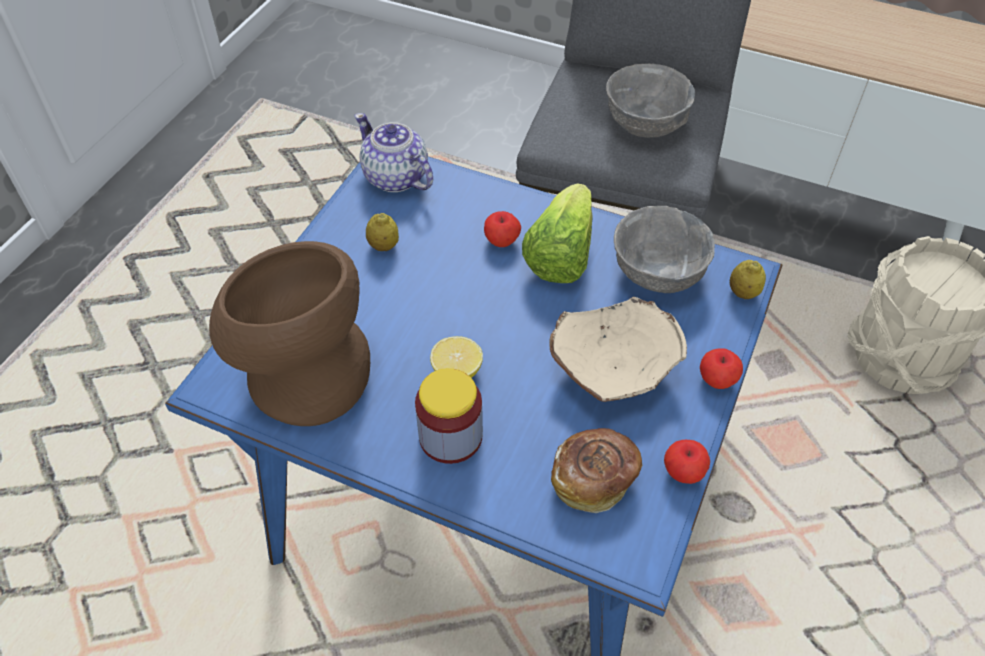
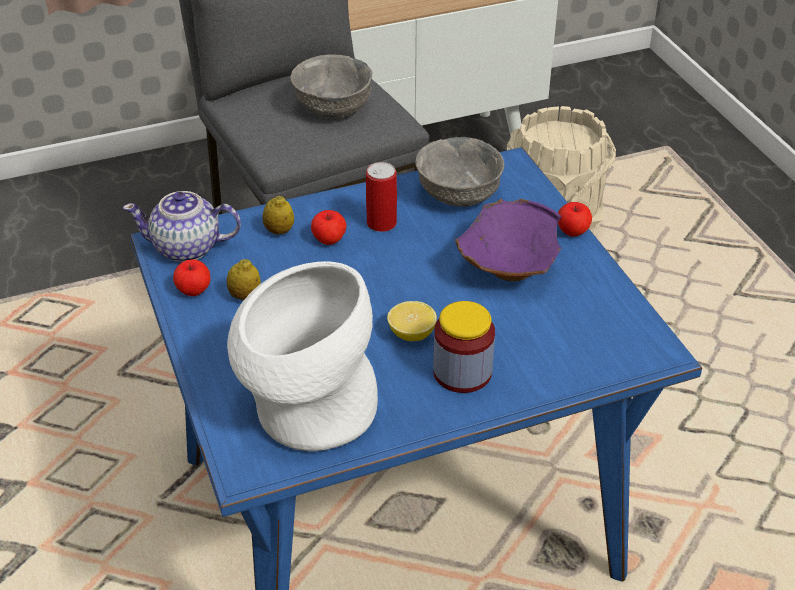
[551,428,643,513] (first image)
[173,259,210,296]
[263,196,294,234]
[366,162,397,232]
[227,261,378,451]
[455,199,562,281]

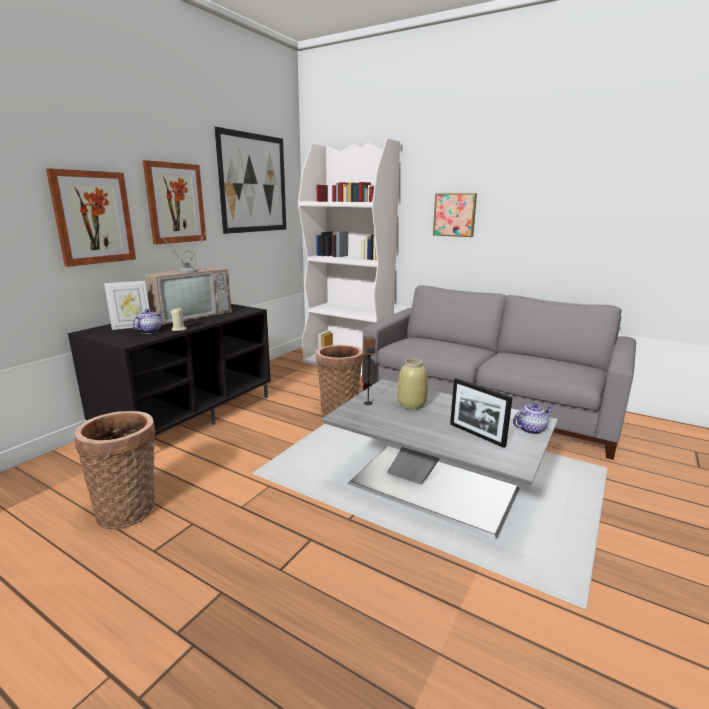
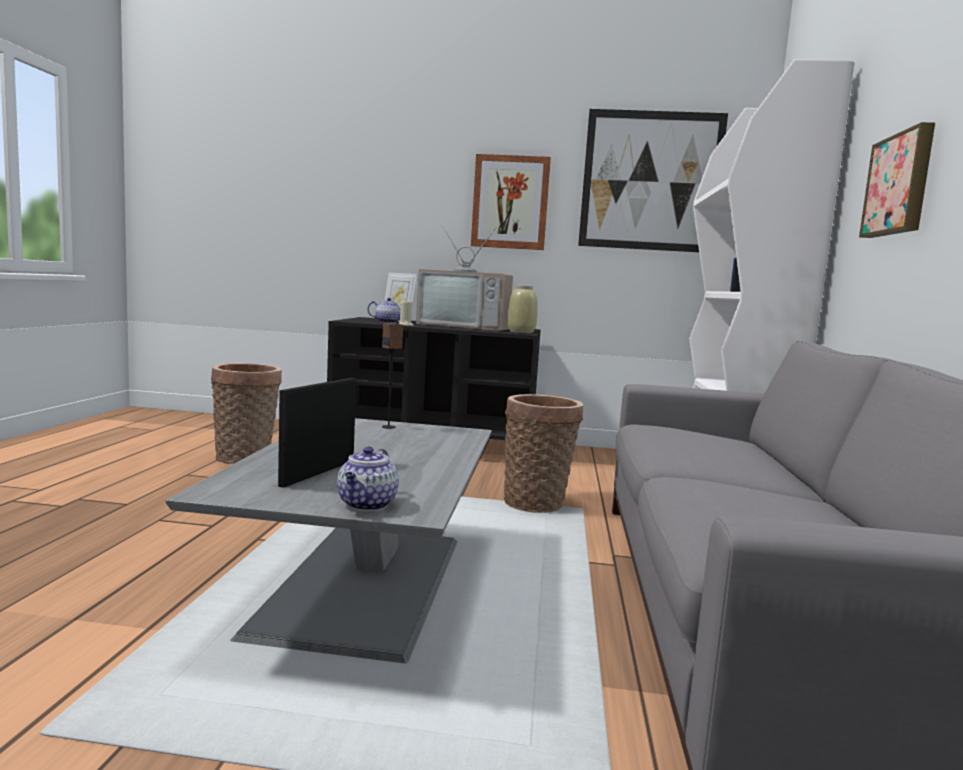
[46,168,136,267] (first image)
[507,285,538,333]
[337,447,399,511]

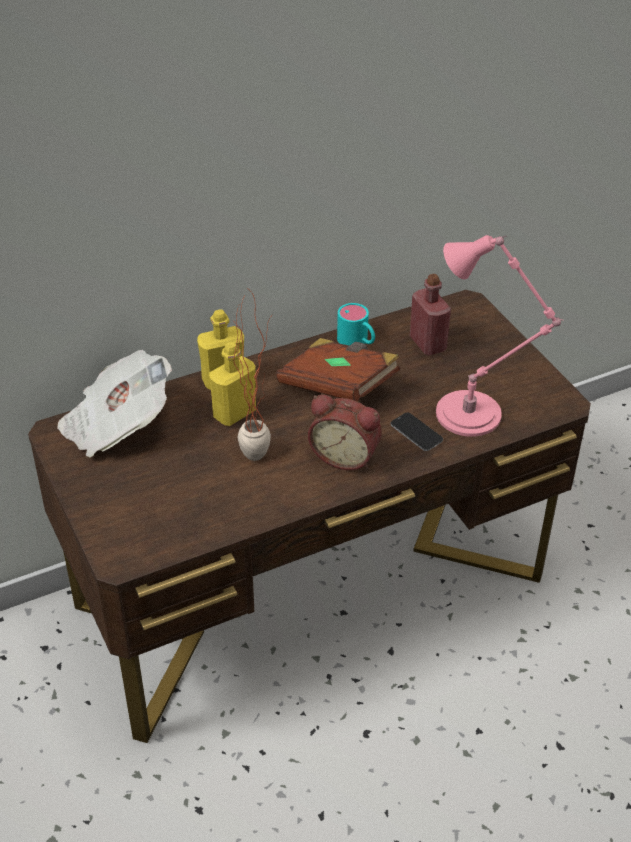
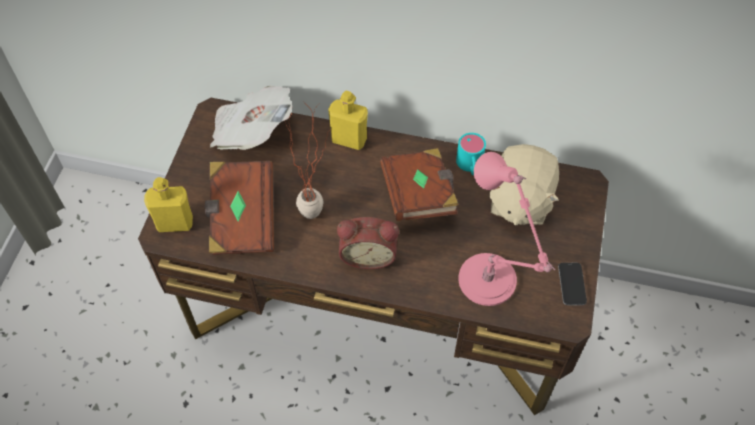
[205,161,274,255]
[144,177,193,232]
[558,263,587,305]
[490,144,559,226]
[337,217,399,269]

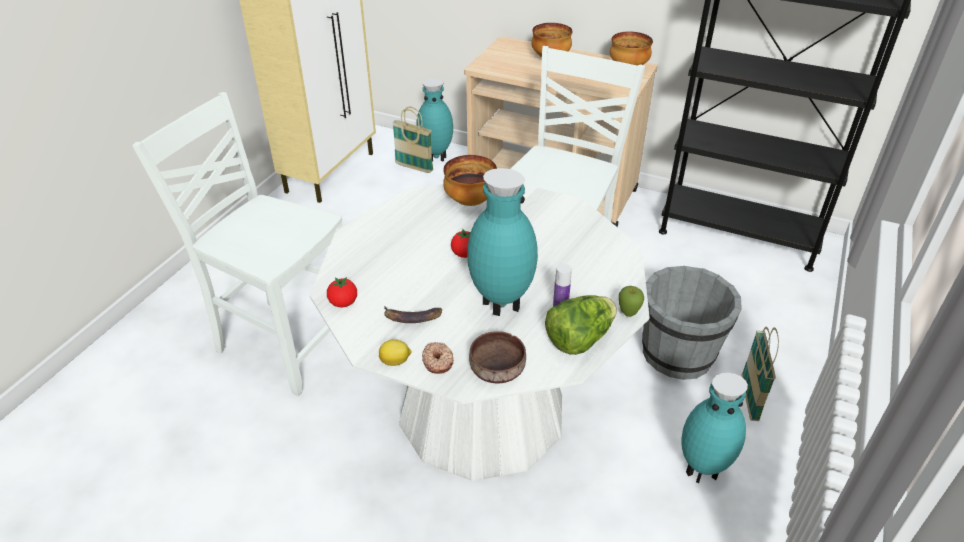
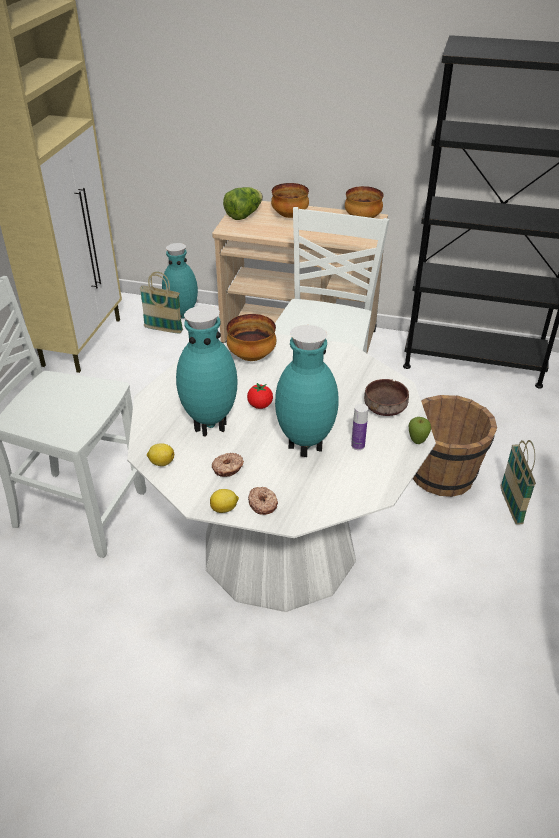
[364,379,409,416]
[223,187,263,220]
[176,305,237,437]
[147,443,174,466]
[212,453,244,477]
[413,395,497,497]

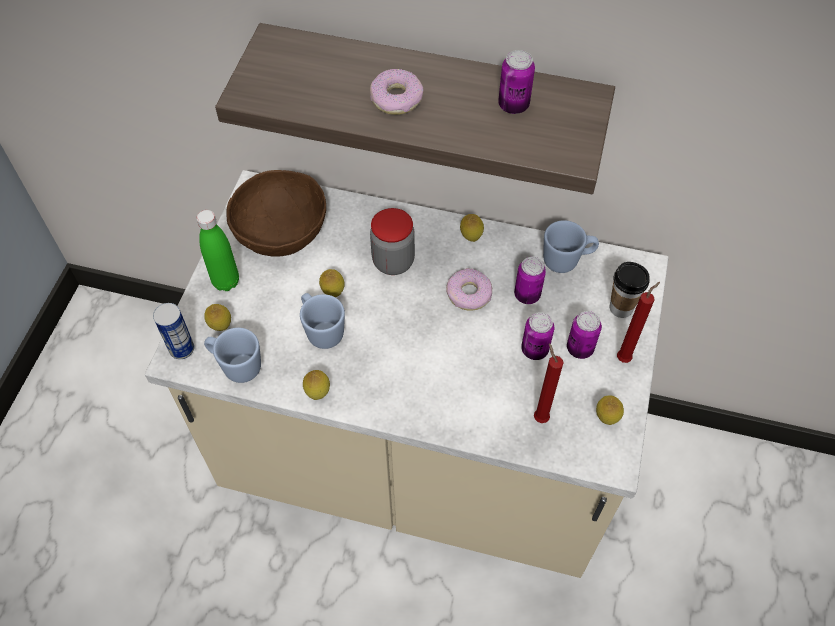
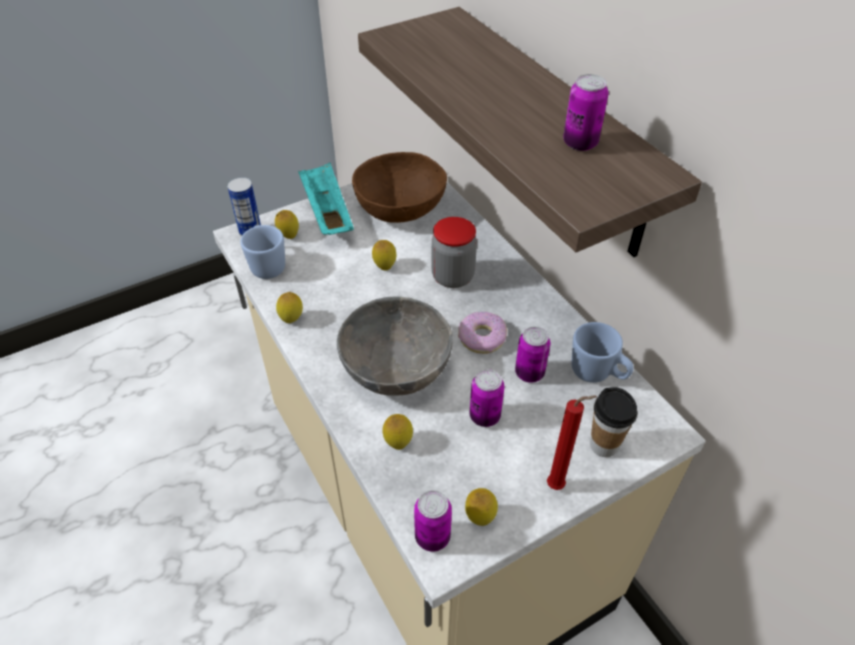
[300,293,345,349] (first image)
[370,69,424,115] (first image)
[534,343,564,423] (first image)
[337,297,452,396]
[383,414,413,450]
[414,490,452,552]
[298,163,354,235]

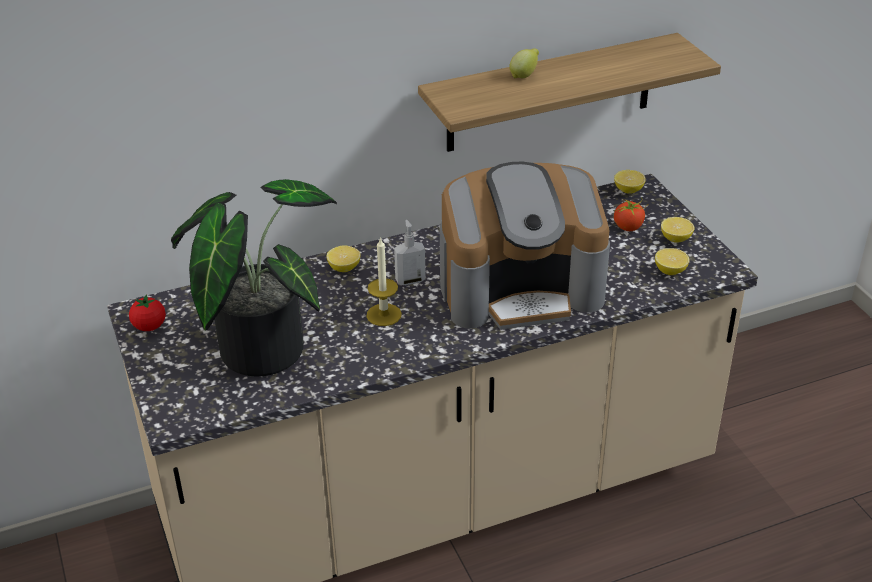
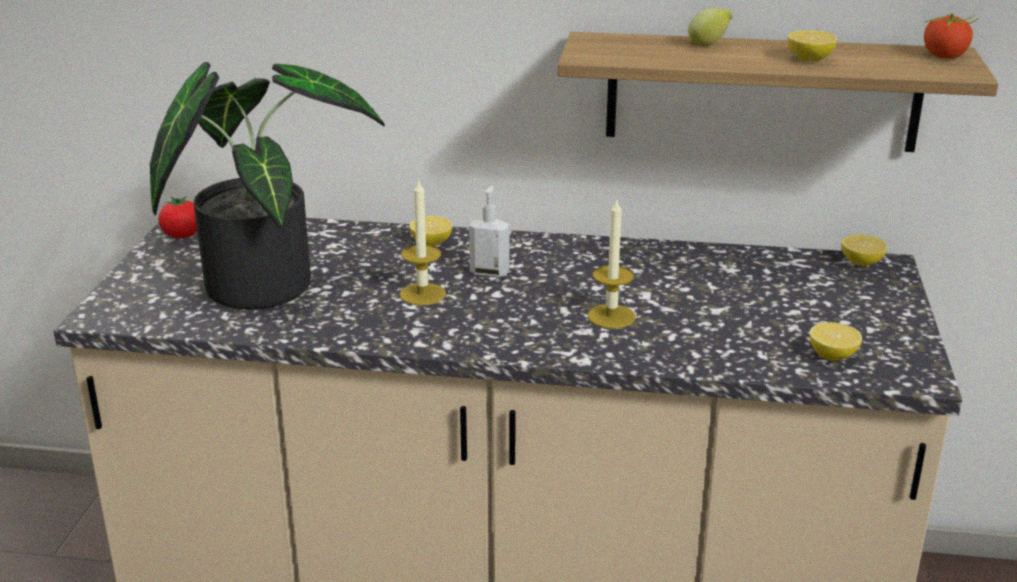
[924,13,978,59]
[787,30,838,61]
[588,200,635,329]

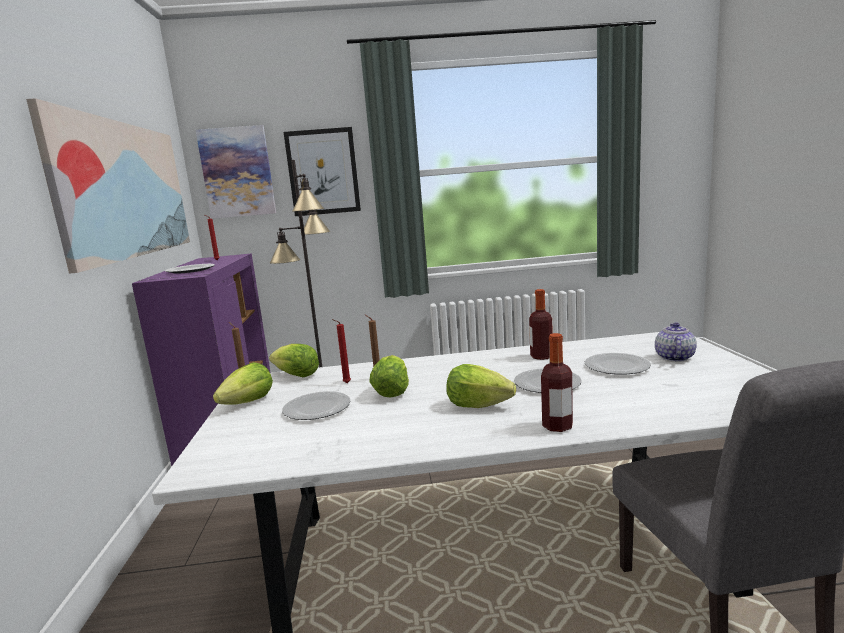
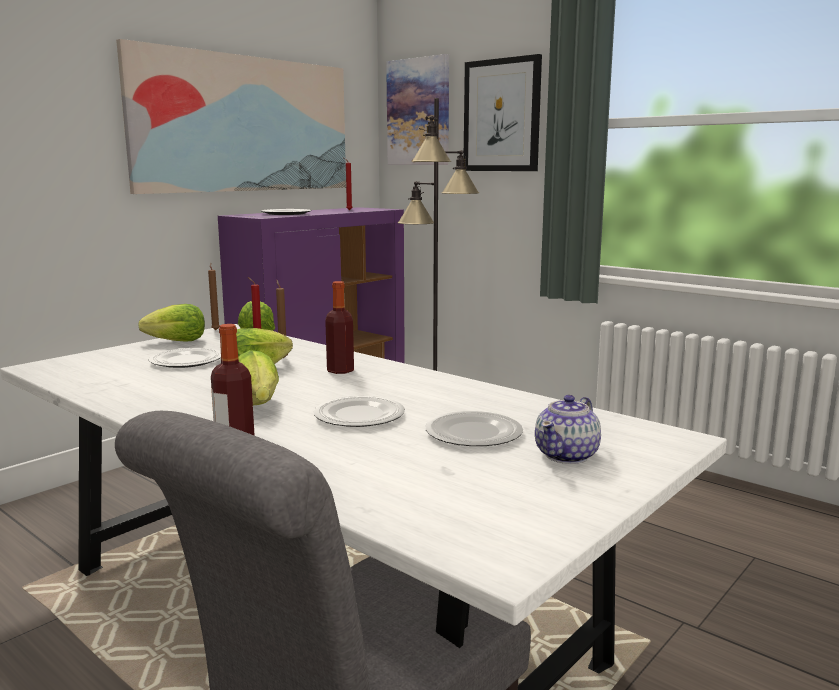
[325,281,354,374]
[535,395,601,464]

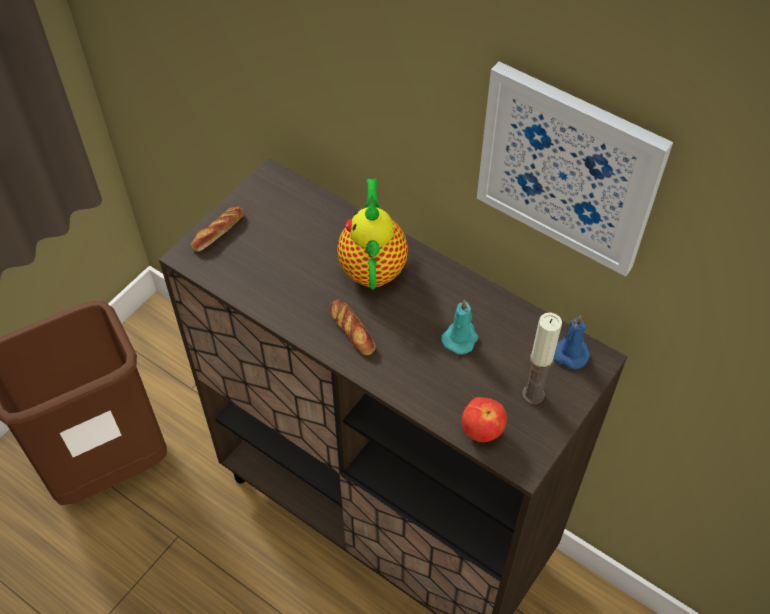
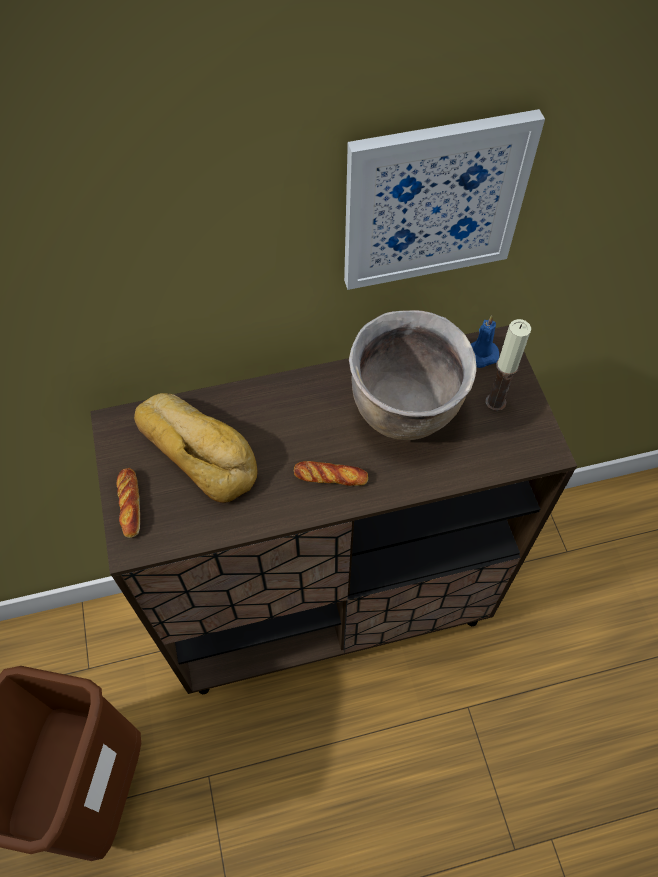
[337,179,408,290] (first image)
[461,397,507,442] (first image)
[134,393,257,503]
[349,310,477,440]

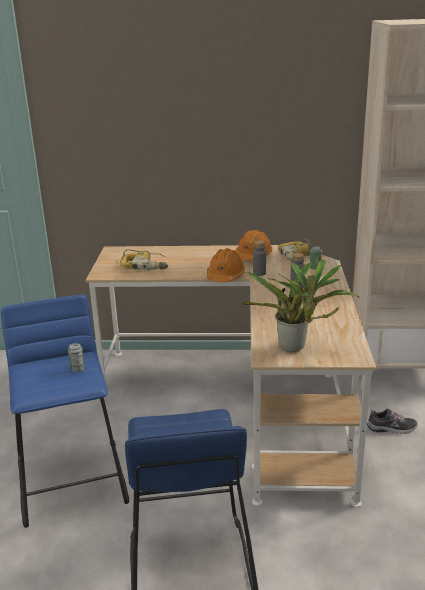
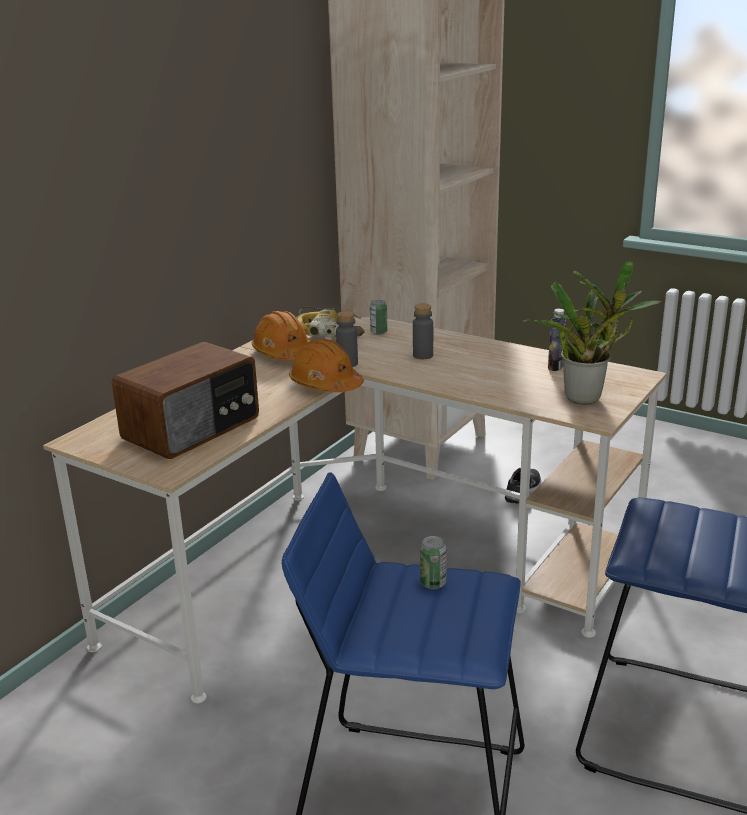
[548,309,567,371]
[112,342,259,459]

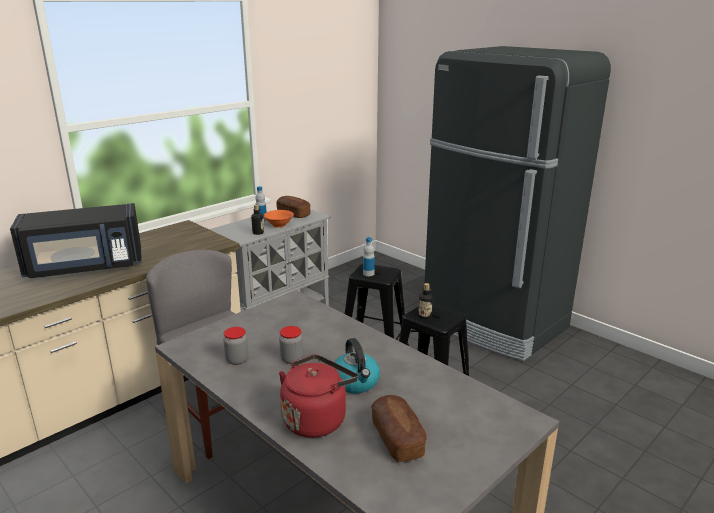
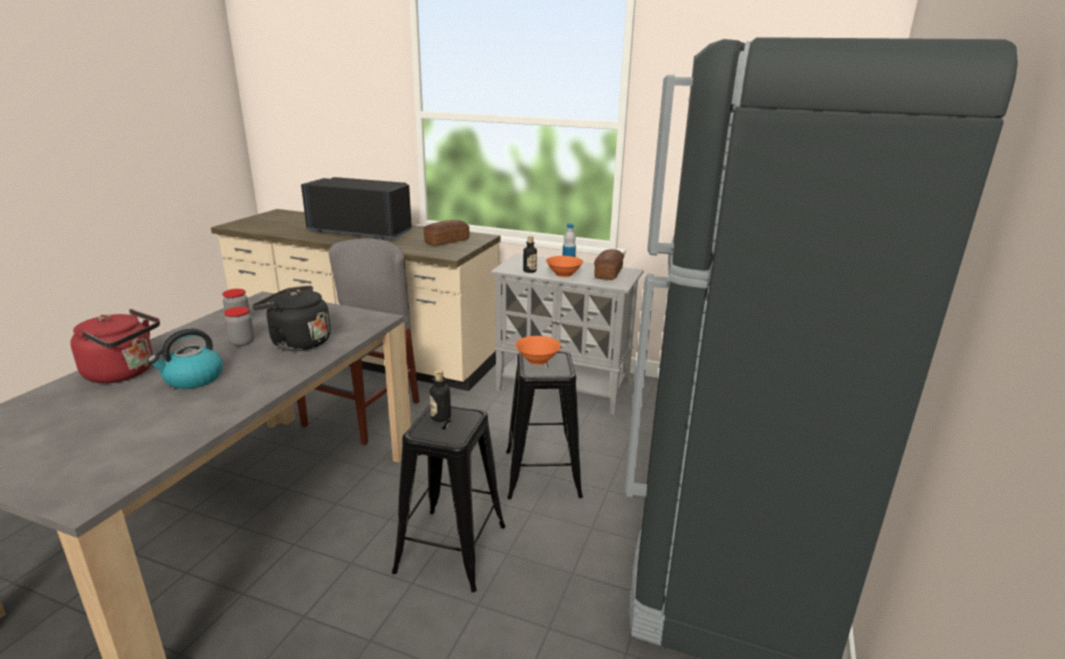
[252,285,331,351]
[423,220,470,246]
[515,336,561,365]
[301,177,412,240]

